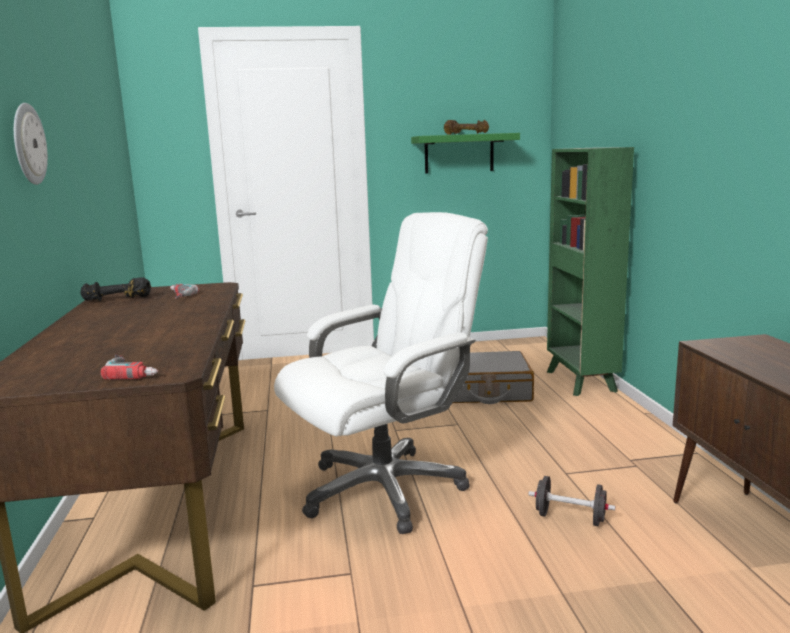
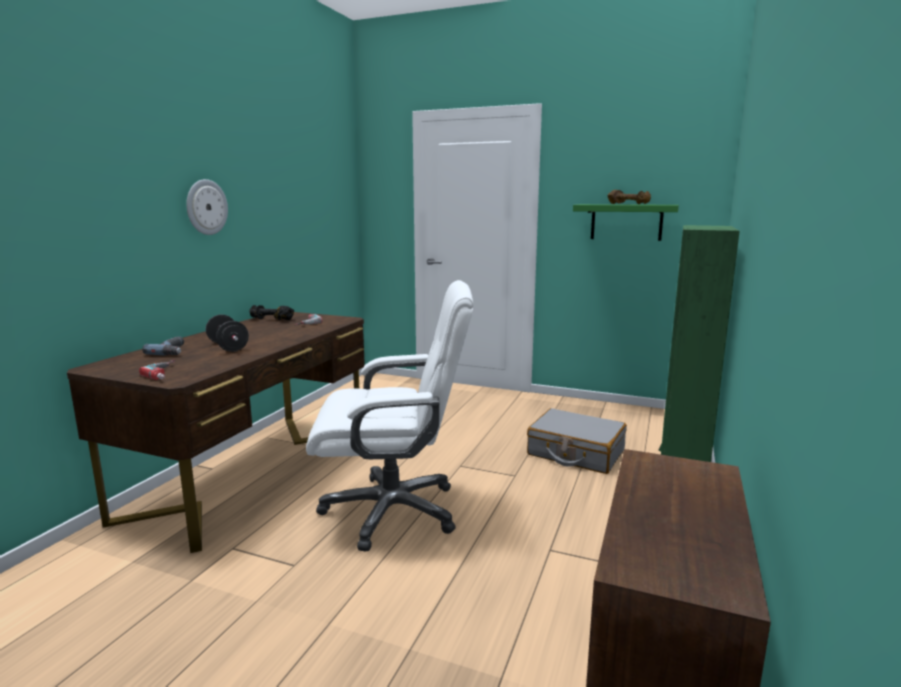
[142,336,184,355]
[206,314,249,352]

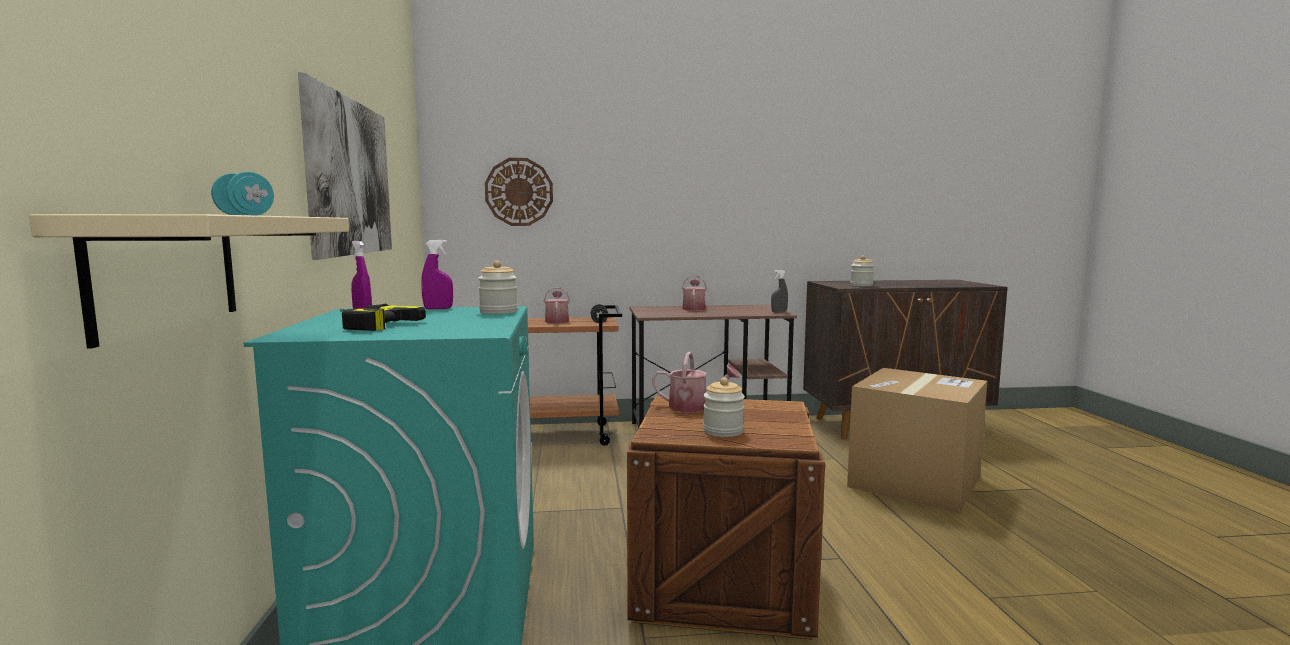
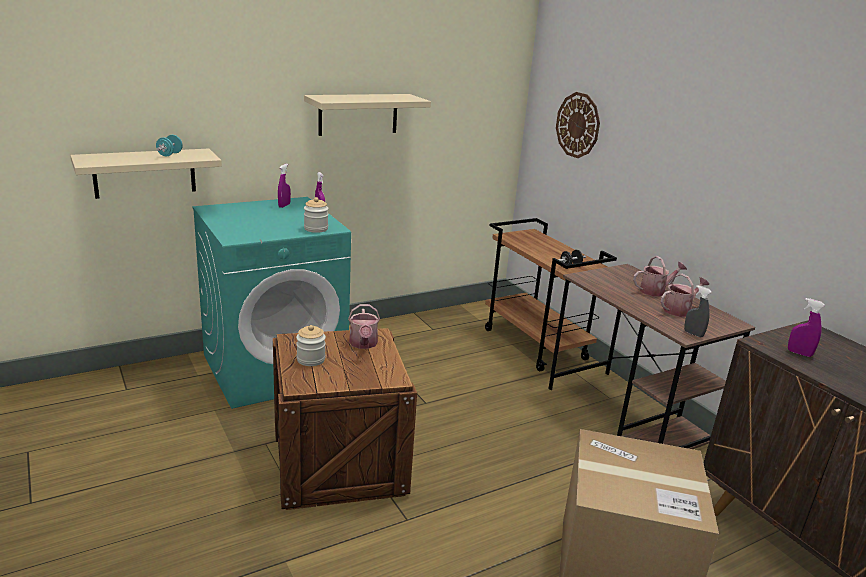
[340,304,426,331] (first image)
[661,274,709,317]
[304,94,431,136]
[788,298,825,357]

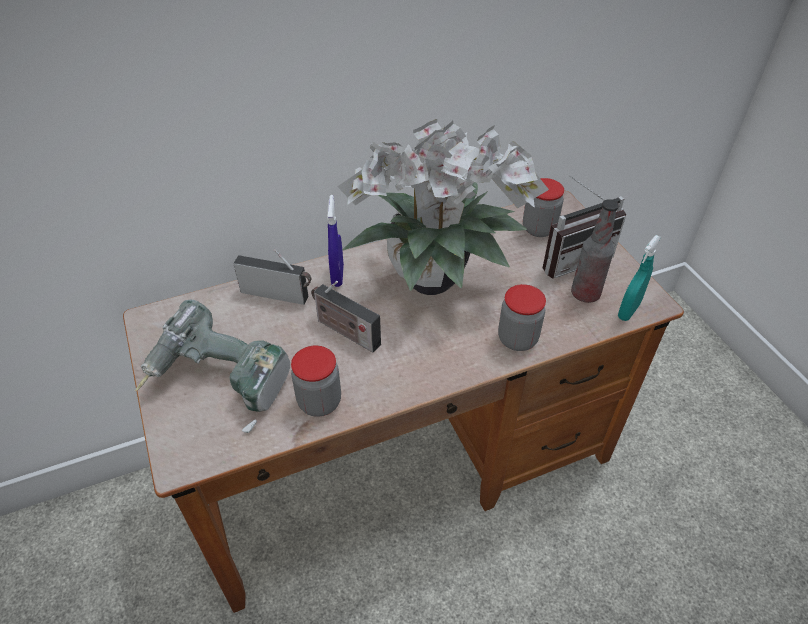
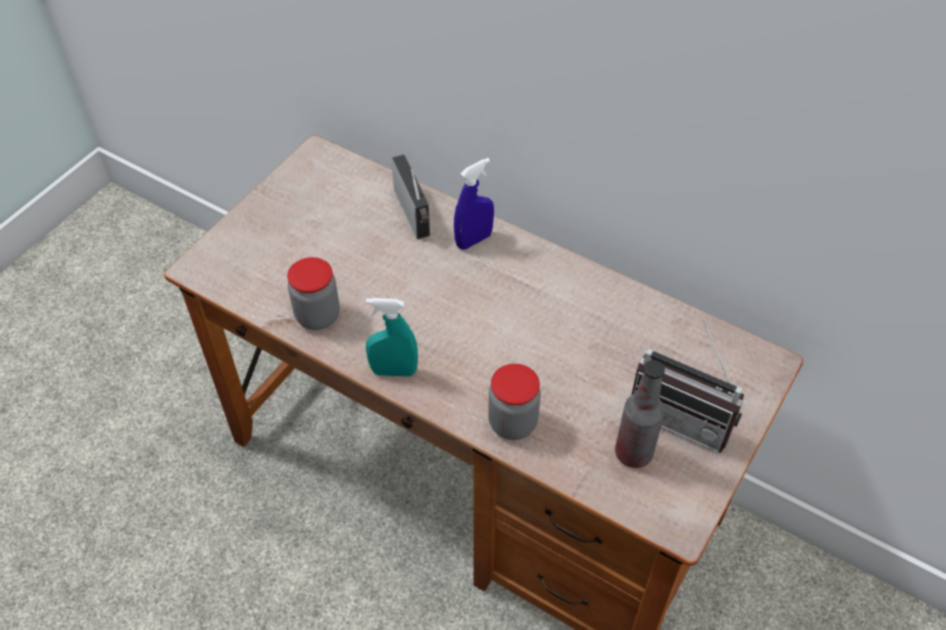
[135,300,290,433] (first image)
[311,281,381,352] (first image)
[337,119,549,295] (first image)
[523,178,564,237] (first image)
[366,298,418,377]

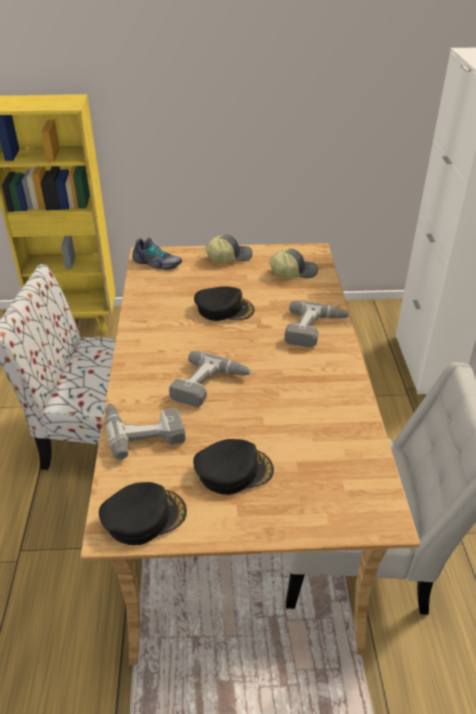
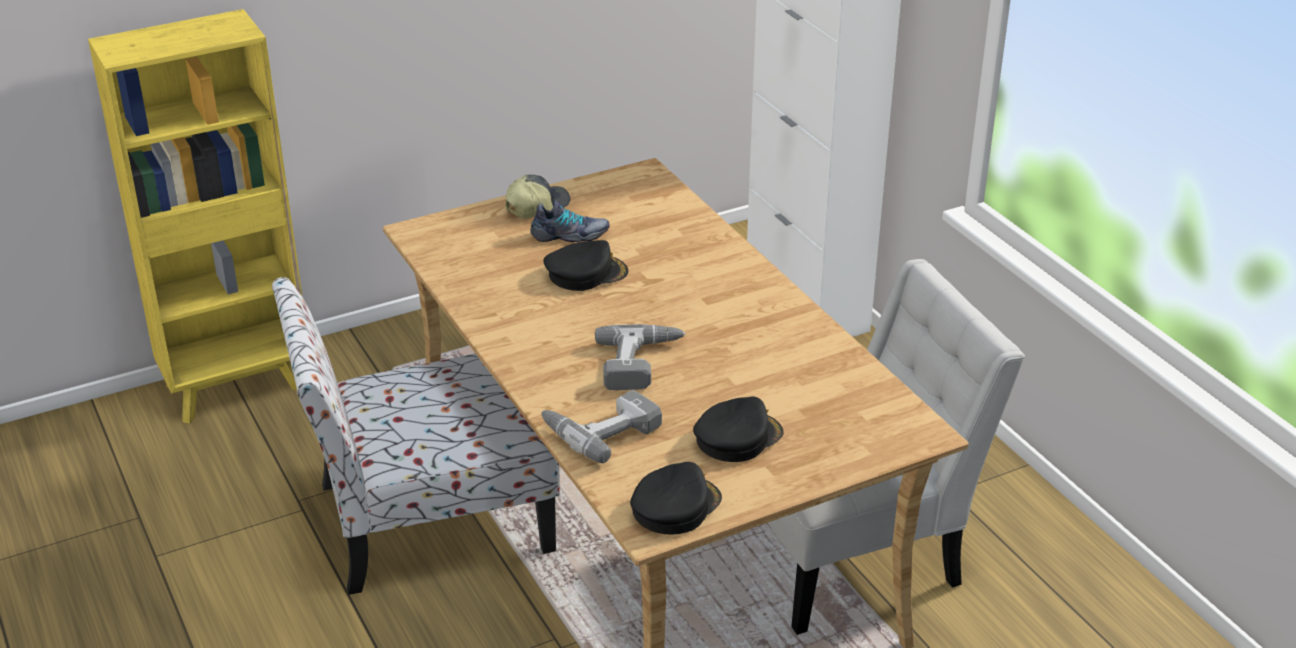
[269,248,318,279] (first image)
[284,301,350,347] (first image)
[530,200,610,242]

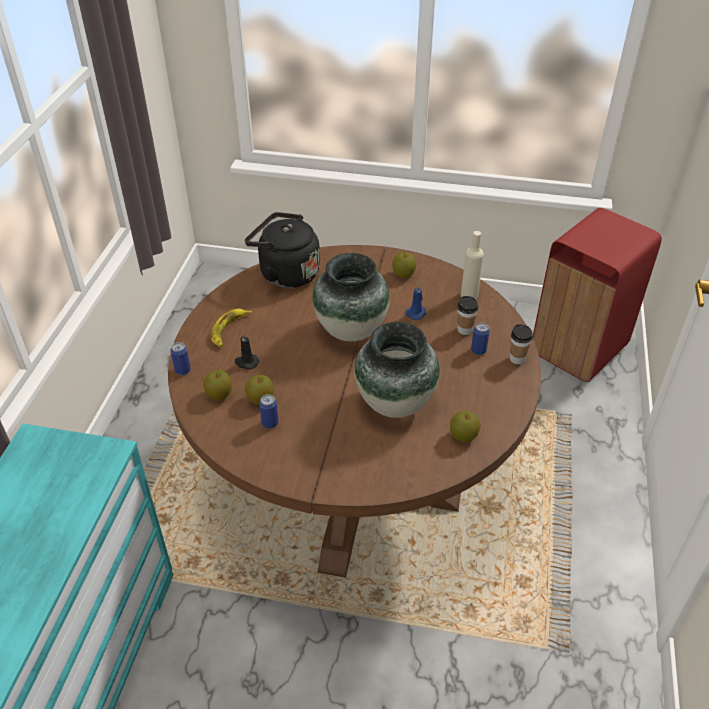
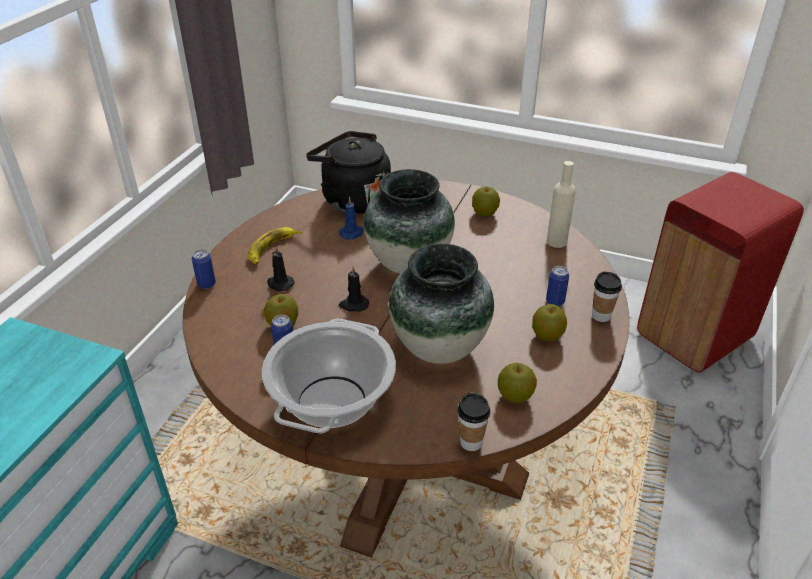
[262,319,396,433]
[339,266,369,312]
[532,304,567,341]
[339,197,364,240]
[457,393,490,451]

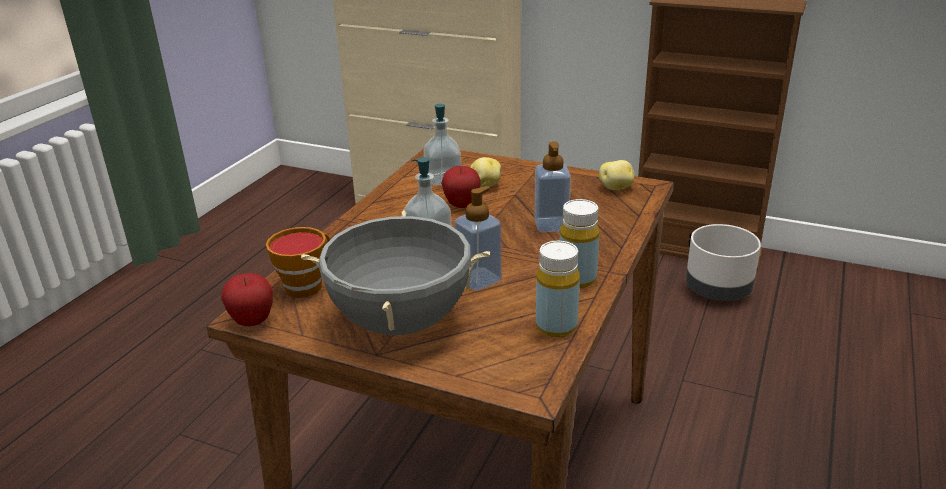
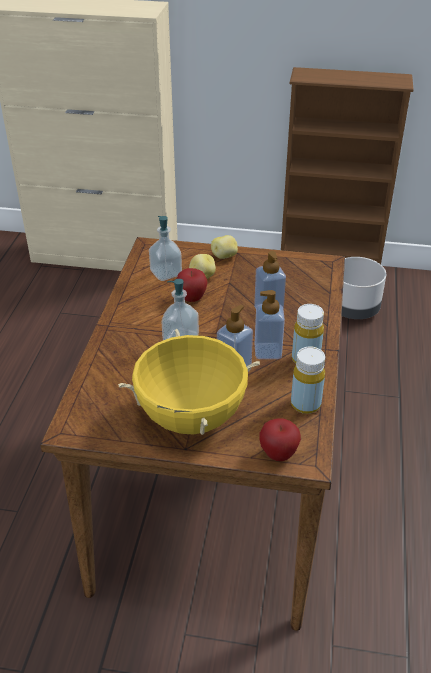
[266,227,330,298] (first image)
[255,290,285,359]
[259,418,301,461]
[211,235,238,259]
[118,329,260,435]

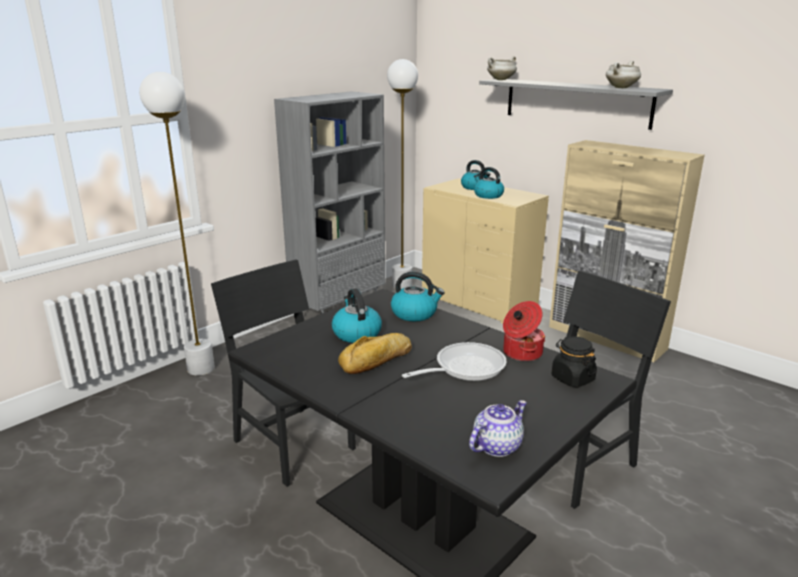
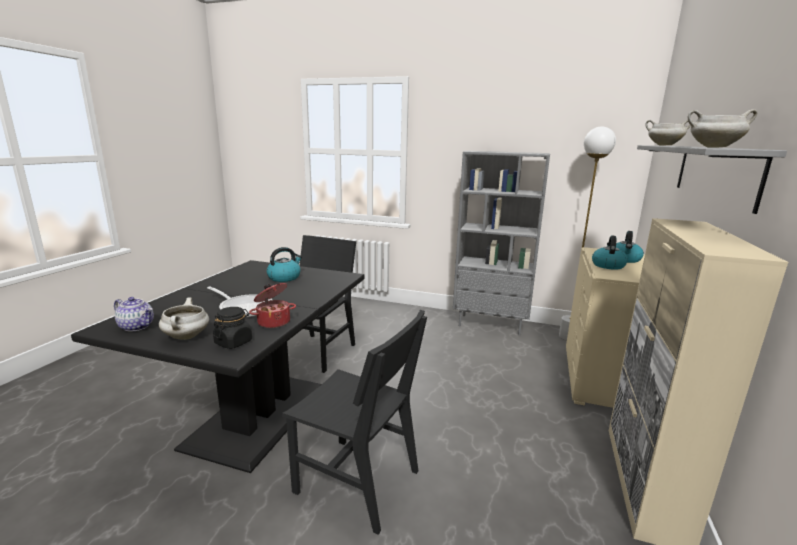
[139,72,215,376] (first image)
[338,333,412,374] (first image)
[391,272,445,321] (first image)
[159,298,209,340]

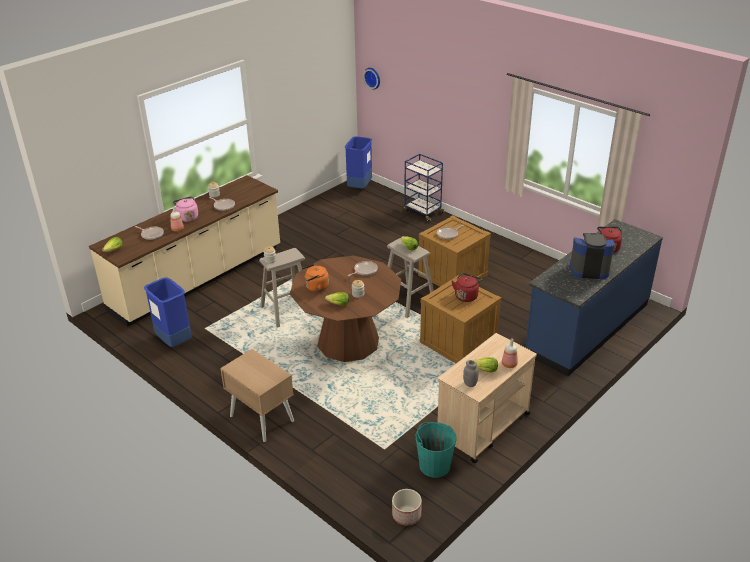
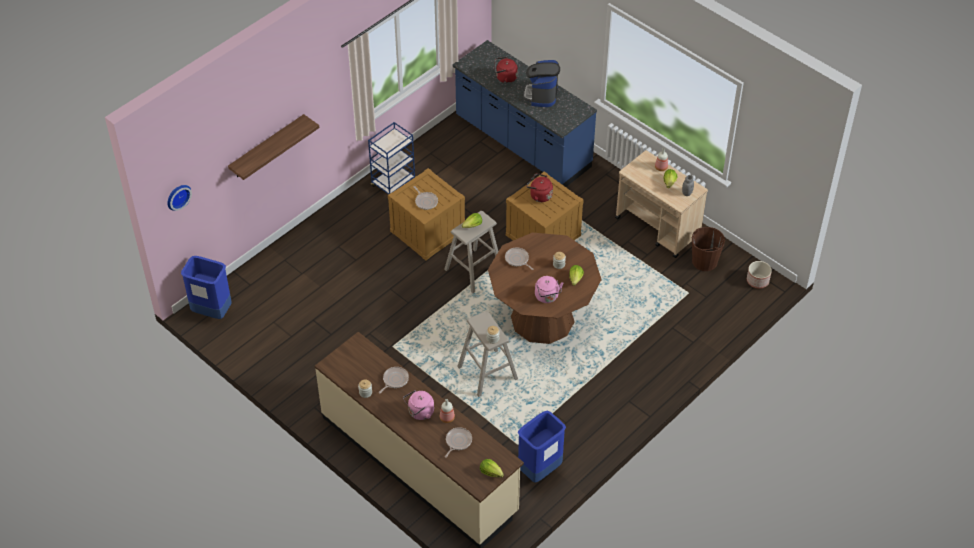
[220,349,294,442] (first image)
[228,114,319,180]
[368,122,417,195]
[535,276,564,303]
[692,227,725,271]

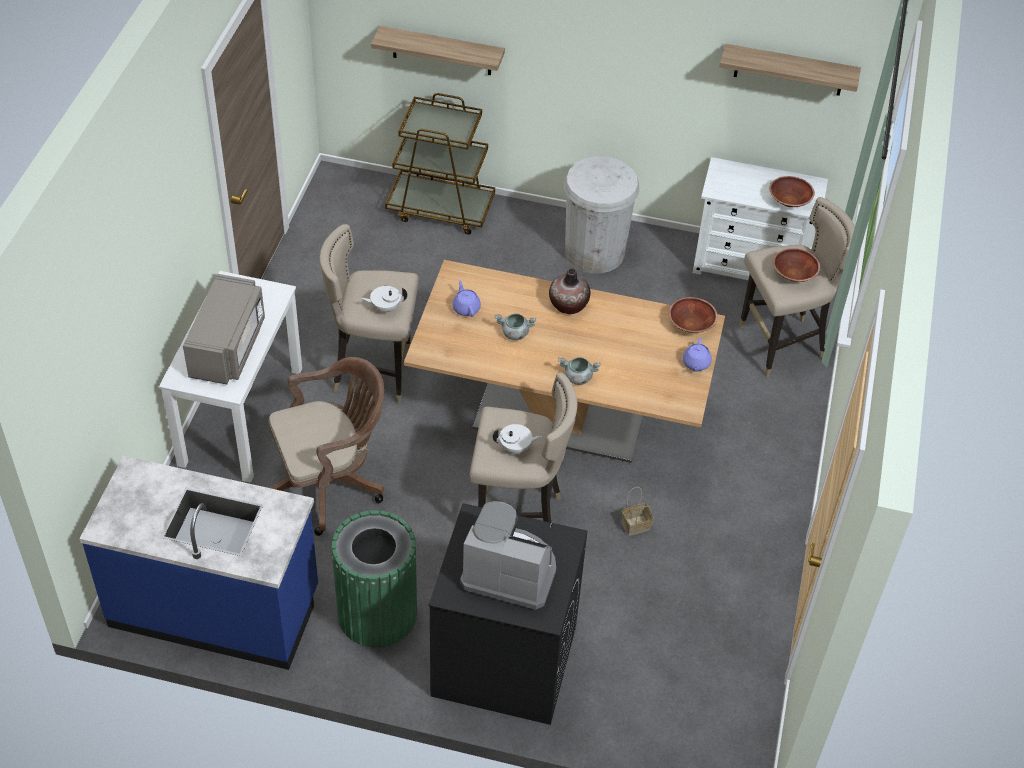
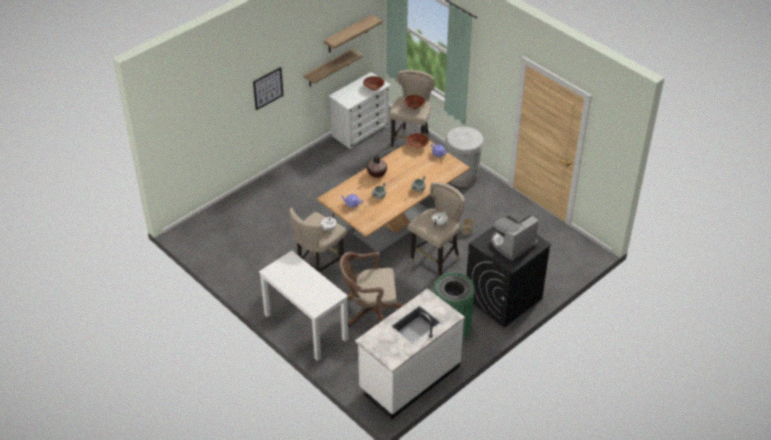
[183,274,265,384] (first image)
[385,93,495,235] (first image)
[253,67,284,110]
[304,49,362,87]
[445,127,484,187]
[355,288,465,419]
[340,252,405,327]

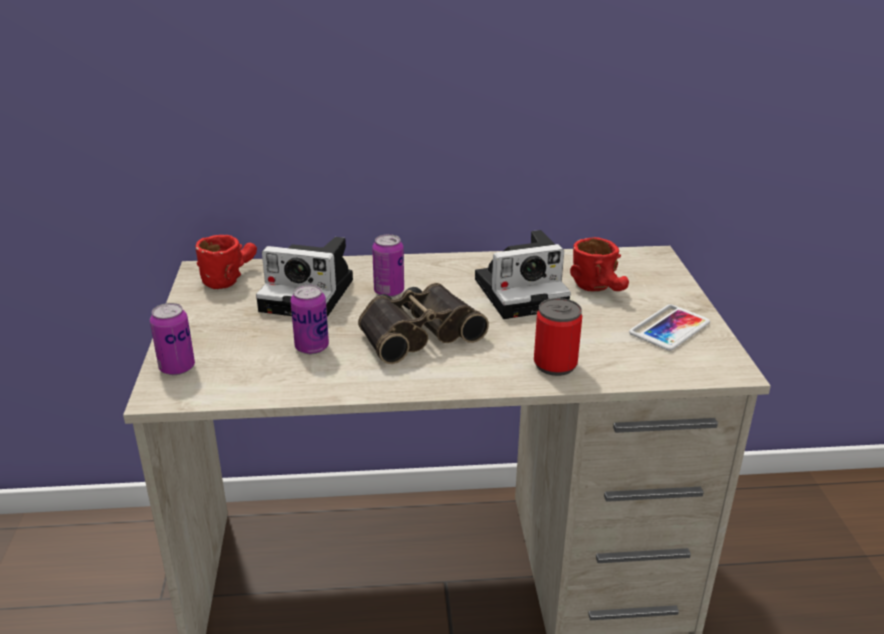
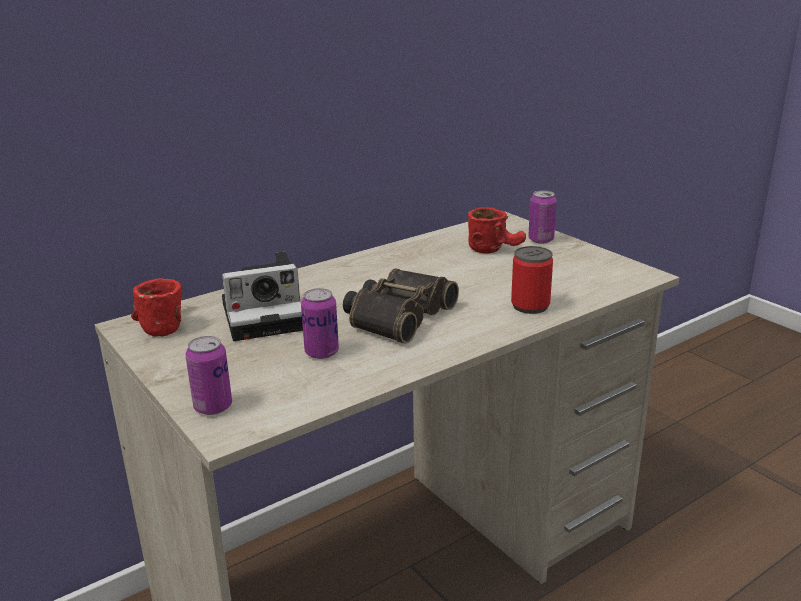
[475,230,571,319] (first image)
[629,304,710,351] (first image)
[528,190,557,244]

